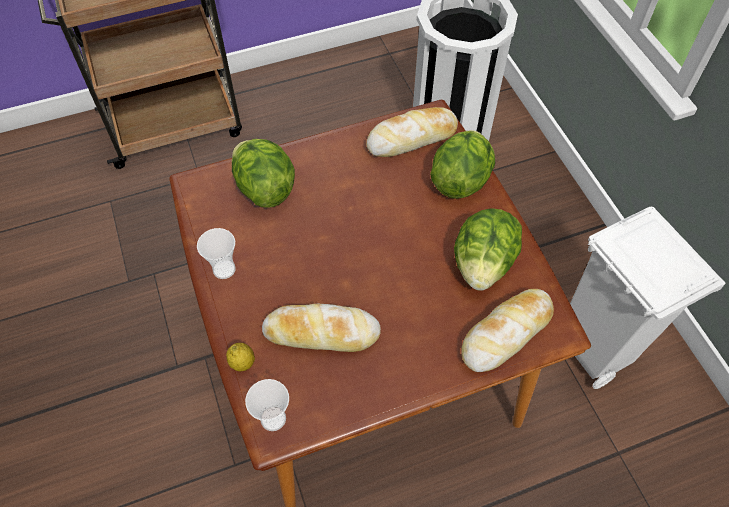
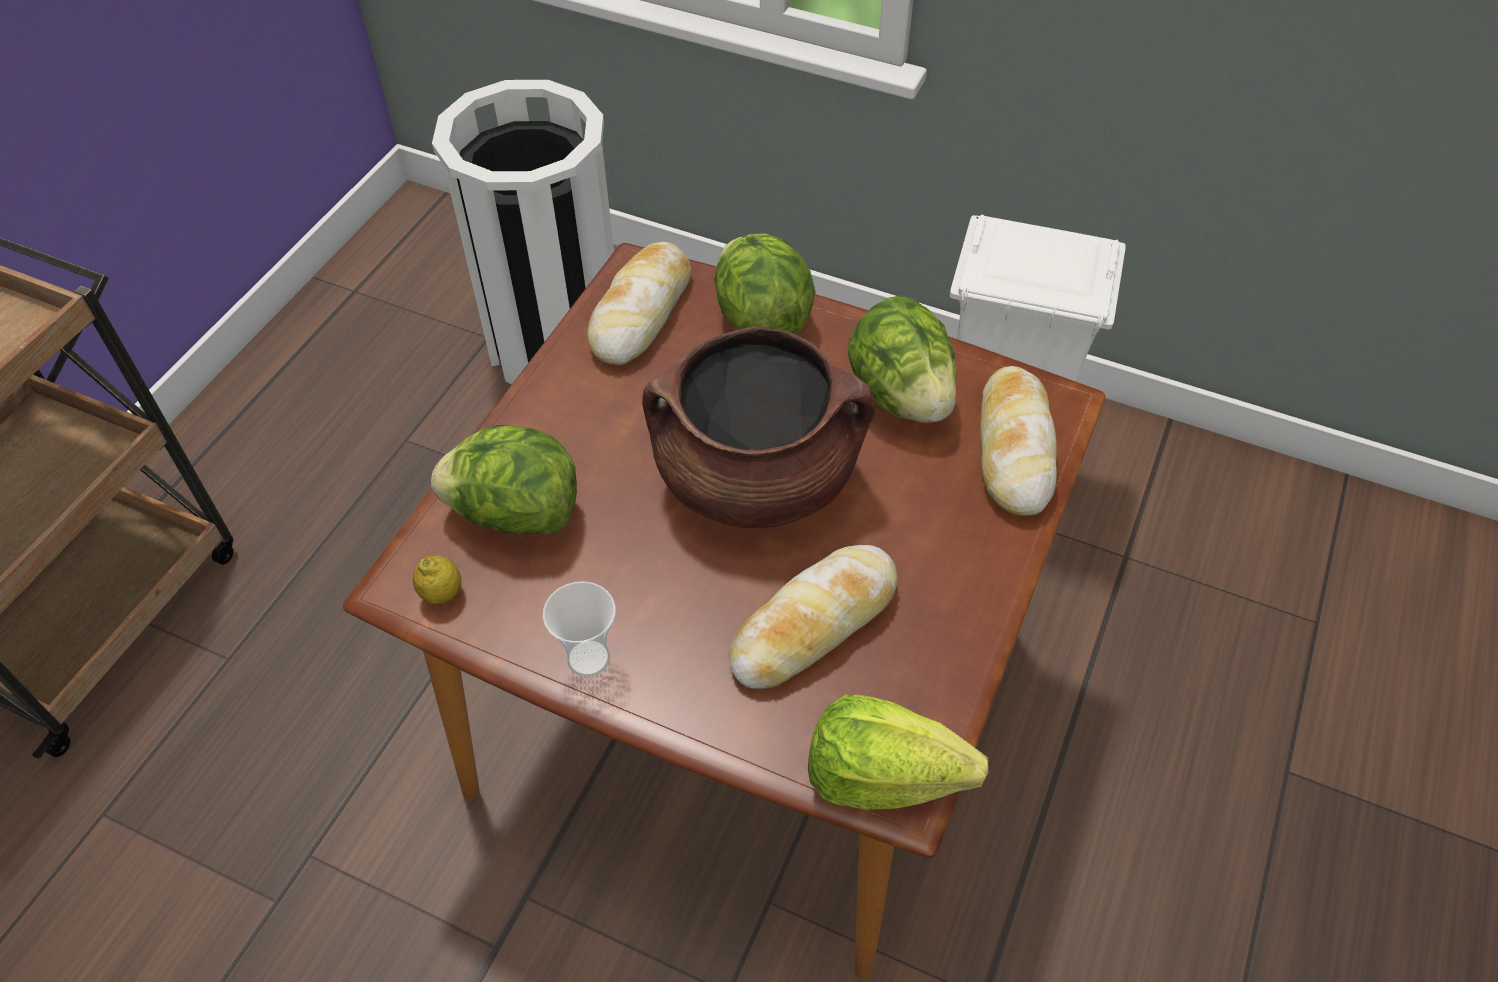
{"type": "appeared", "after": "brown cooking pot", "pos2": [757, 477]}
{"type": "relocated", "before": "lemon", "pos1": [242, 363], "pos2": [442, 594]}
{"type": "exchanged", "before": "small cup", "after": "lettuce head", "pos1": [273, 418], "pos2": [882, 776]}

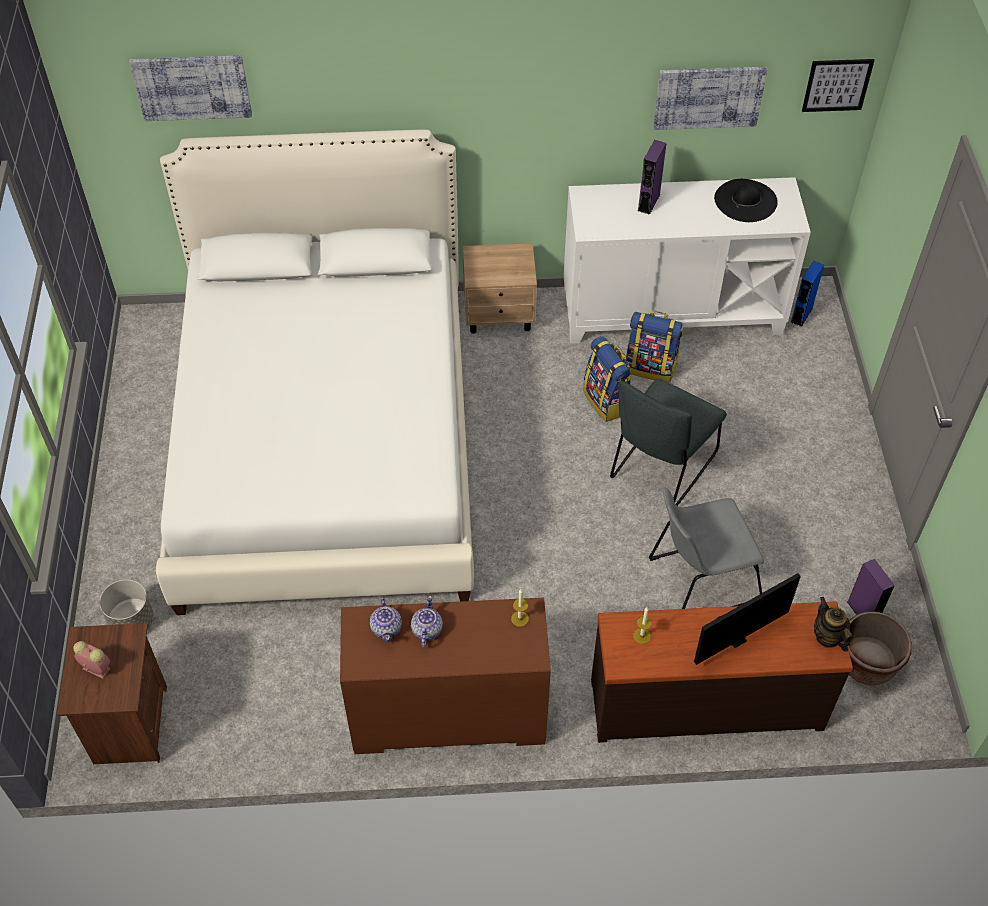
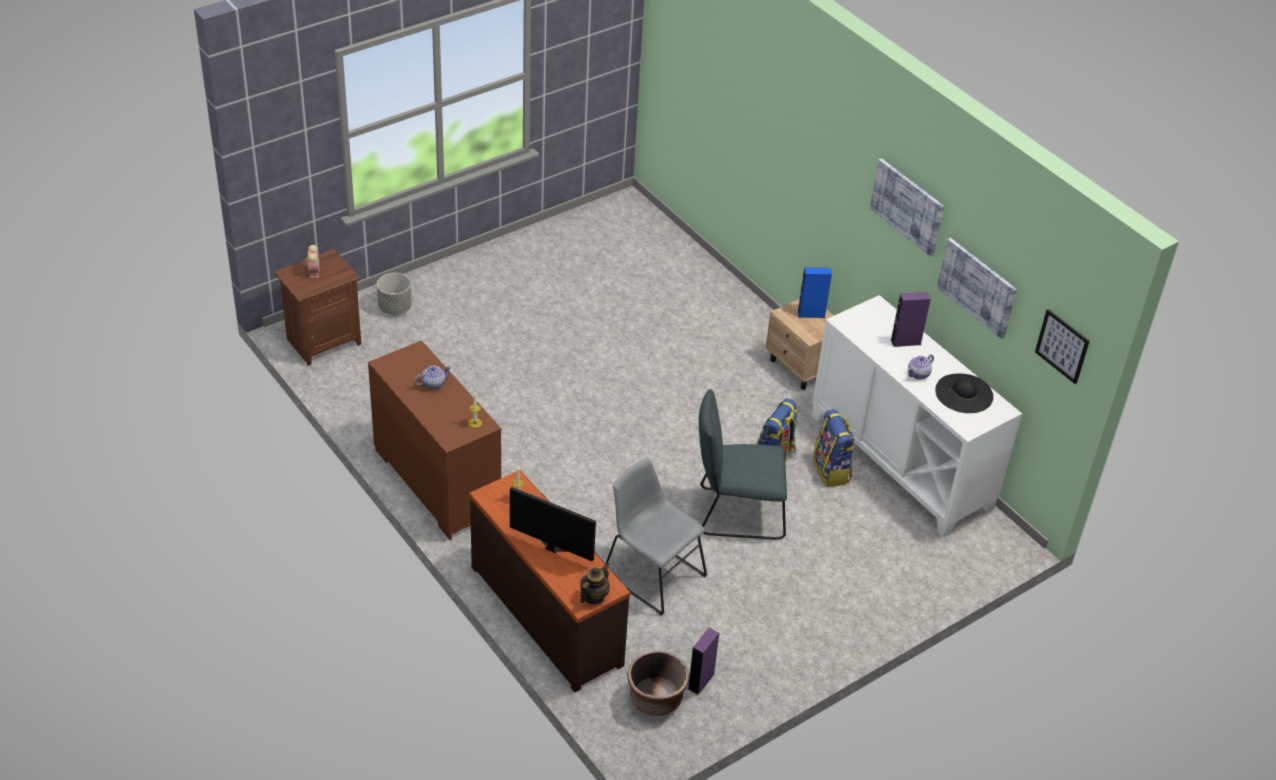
{"type": "missing", "before": "whitish bedroom bed", "pos1": [327, 443]}
{"type": "relocated", "before": "picture", "pos1": [192, 87], "pos2": [907, 206]}
{"type": "relocated", "before": "tea pot", "pos1": [386, 628], "pos2": [918, 374]}
{"type": "relocated", "before": "bluish audio speaker", "pos1": [801, 315], "pos2": [811, 314]}

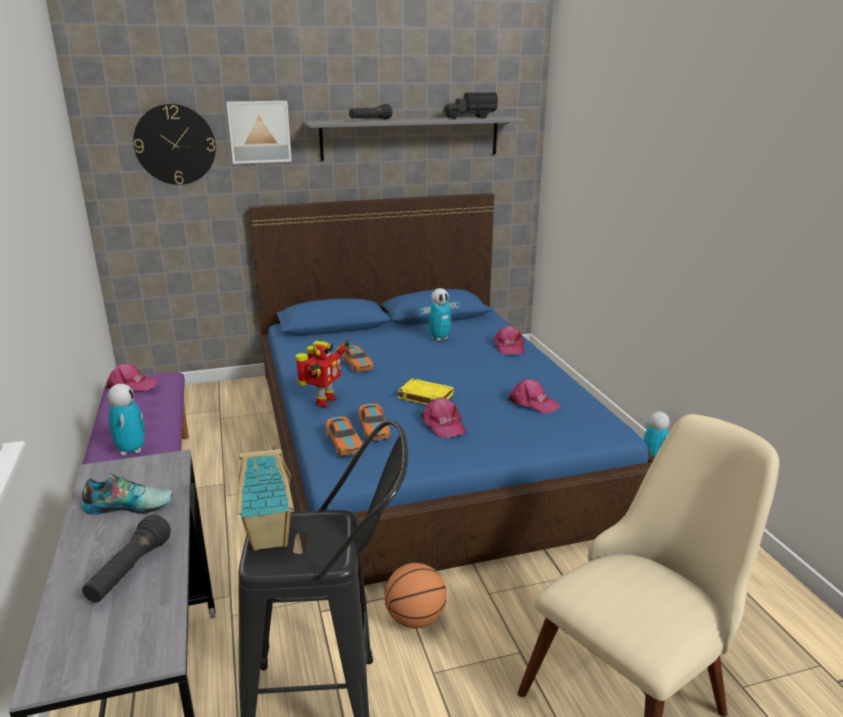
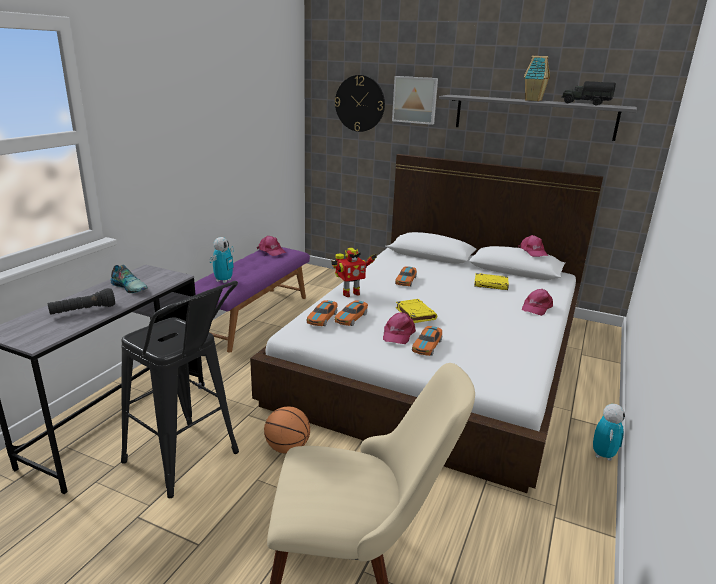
{"type": "missing", "before": "black flashlight", "pos1": [370, 120]}
{"type": "appeared", "after": "miniature car", "pos2": [427, 345]}
{"type": "relocated", "before": "model house", "pos1": [271, 538], "pos2": [533, 100]}
{"type": "relocated", "before": "pinkish cap", "pos1": [533, 403], "pos2": [533, 251]}
{"type": "exchanged", "before": "model robot", "after": "yellow bound book", "pos1": [439, 338], "pos2": [491, 284]}
{"type": "colour", "before": "bluish bedroom bed", "after": "whitish bedroom bed", "pos1": [424, 437], "pos2": [440, 355]}

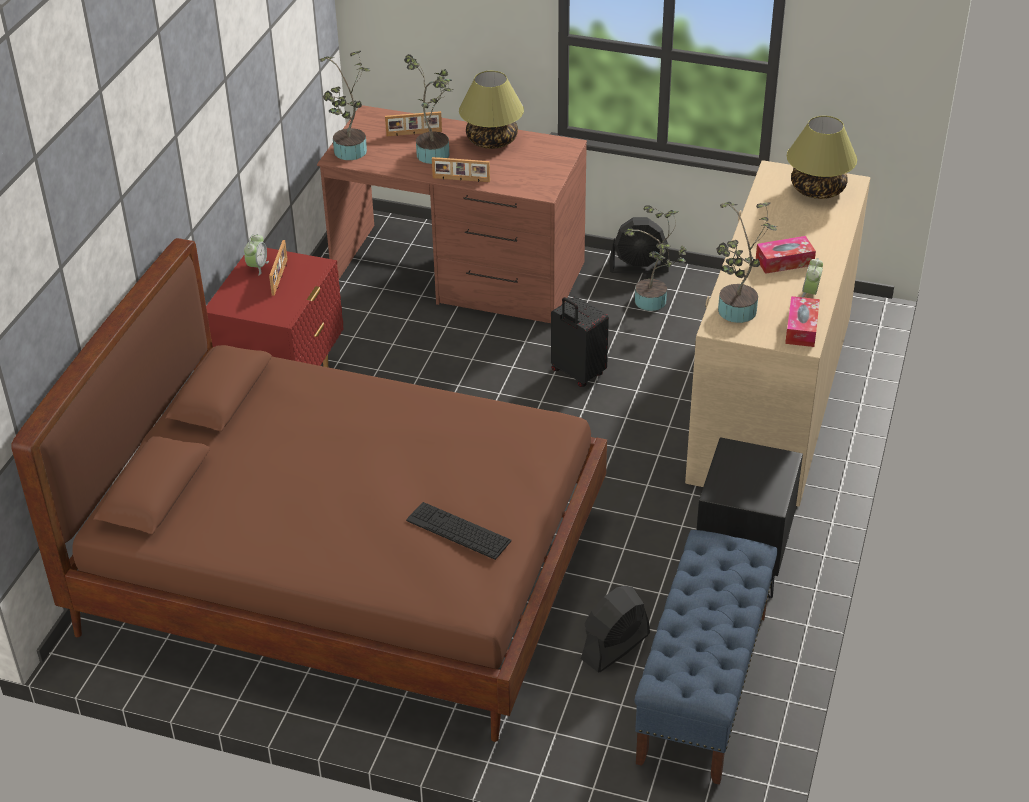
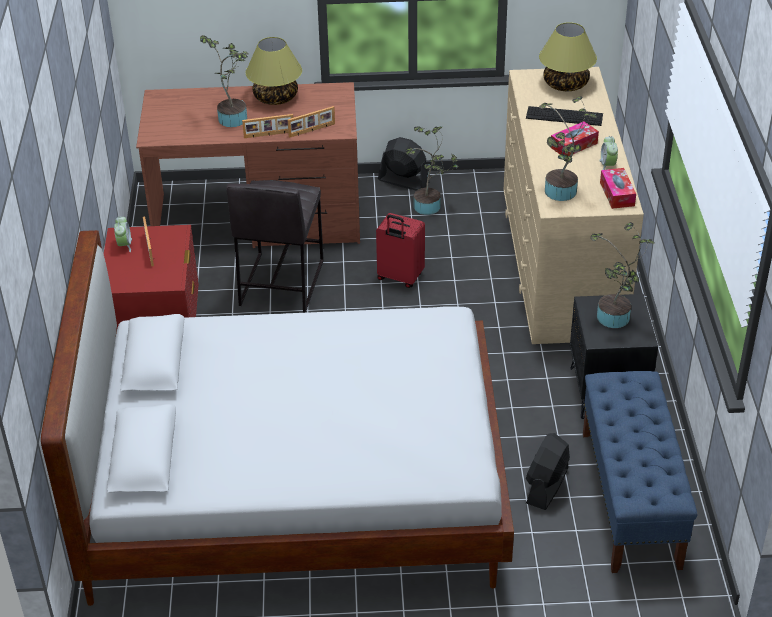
{"type": "appeared", "after": "gray sitting stool", "pos2": [280, 283]}
{"type": "relocated", "before": "houseplant", "pos1": [349, 153], "pos2": [614, 320]}
{"type": "relocated", "before": "photo frame", "pos1": [414, 134], "pos2": [312, 130]}
{"type": "relocated", "before": "PC keyboard", "pos1": [458, 530], "pos2": [564, 116]}
{"type": "colour", "before": "brown bedroom bed", "after": "whitish bedroom bed", "pos1": [345, 572], "pos2": [296, 486]}
{"type": "colour", "before": "black travel case", "after": "red travel case", "pos1": [577, 373], "pos2": [399, 278]}
{"type": "spun", "before": "black cooling fan", "pos1": [639, 267], "pos2": [403, 181], "turn": -135}

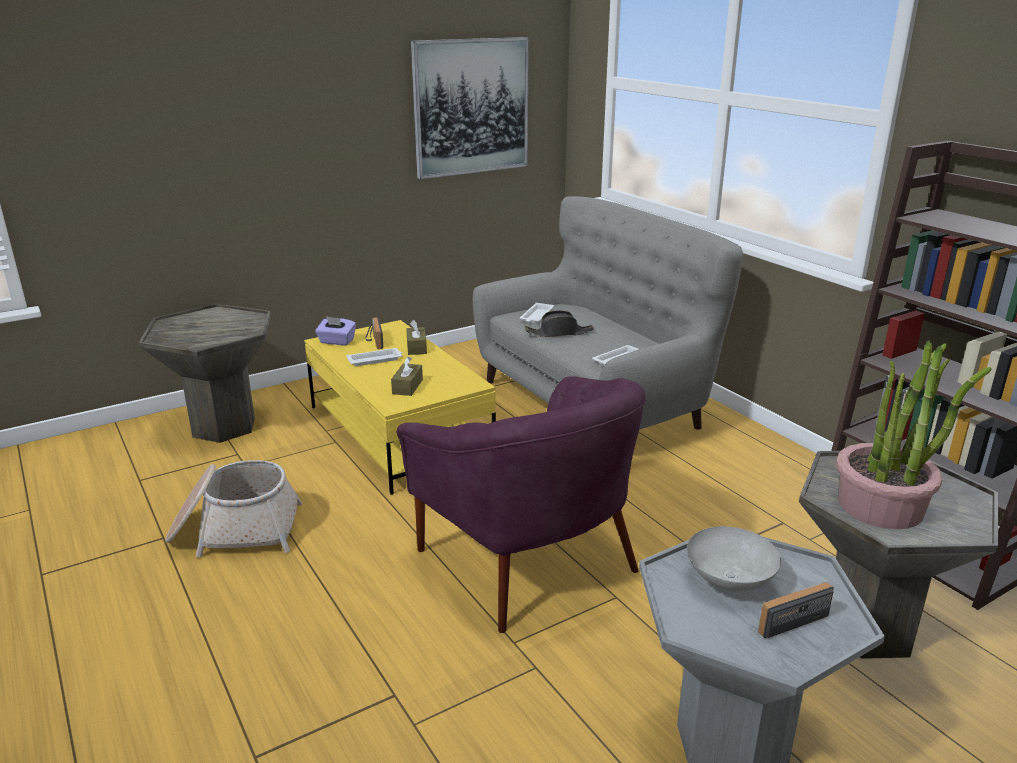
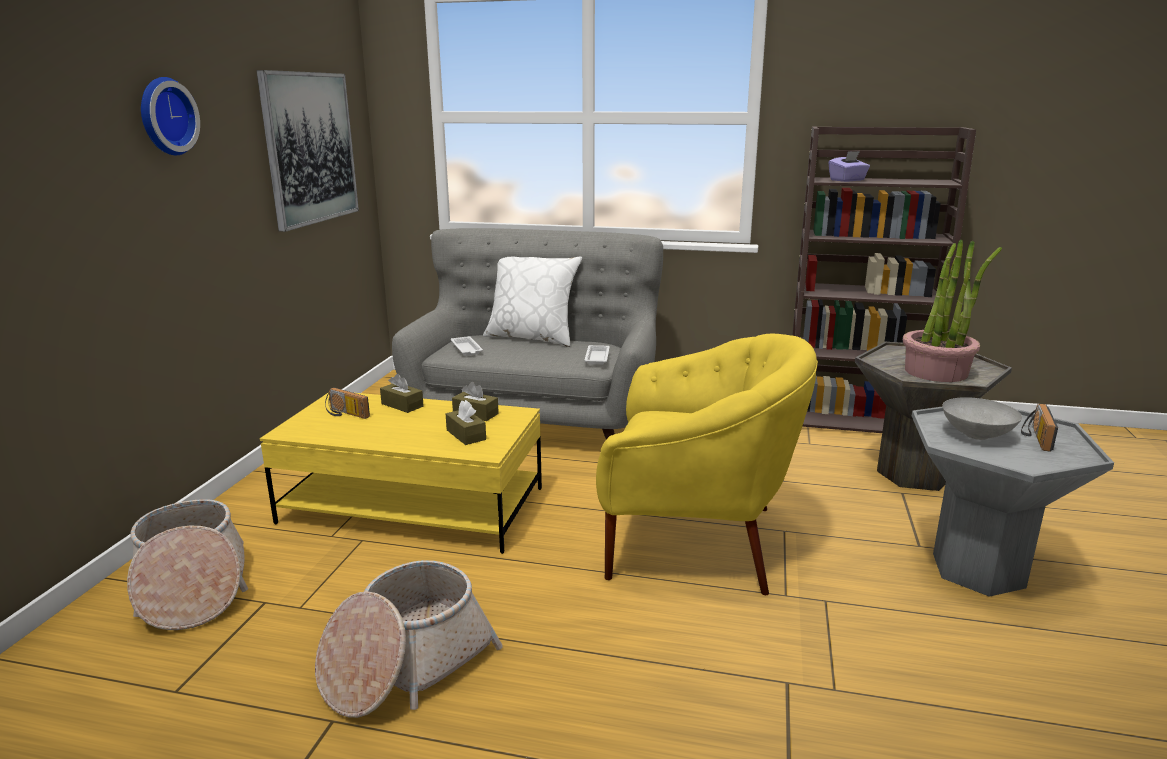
{"type": "missing", "before": "whitish serving tray", "pos1": [375, 360]}
{"type": "missing", "before": "black wearable hat", "pos1": [559, 333]}
{"type": "appeared", "after": "clock on the wall", "pos2": [164, 116]}
{"type": "appeared", "after": "brown box of tissues", "pos2": [475, 414]}
{"type": "appeared", "after": "whitish pillow", "pos2": [532, 337]}
{"type": "relocated", "before": "purple box of tissues", "pos1": [336, 341], "pos2": [847, 180]}
{"type": "exchanged", "before": "gray side table", "after": "basket", "pos1": [223, 427], "pos2": [192, 588]}
{"type": "colour", "before": "purple armchair", "after": "yellow armchair", "pos1": [529, 560], "pos2": [694, 539]}

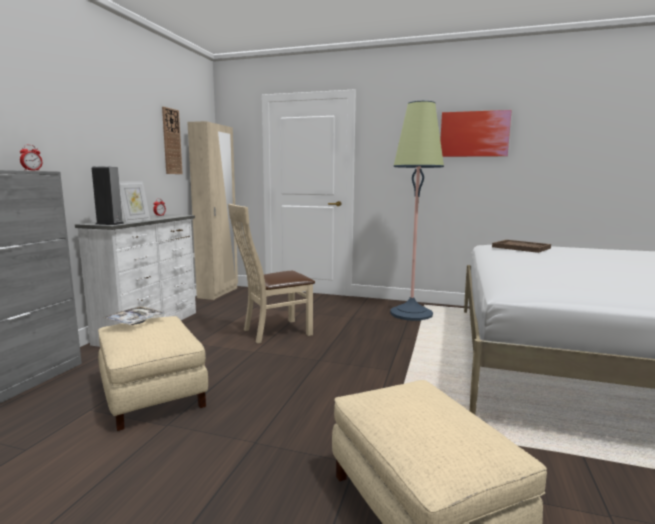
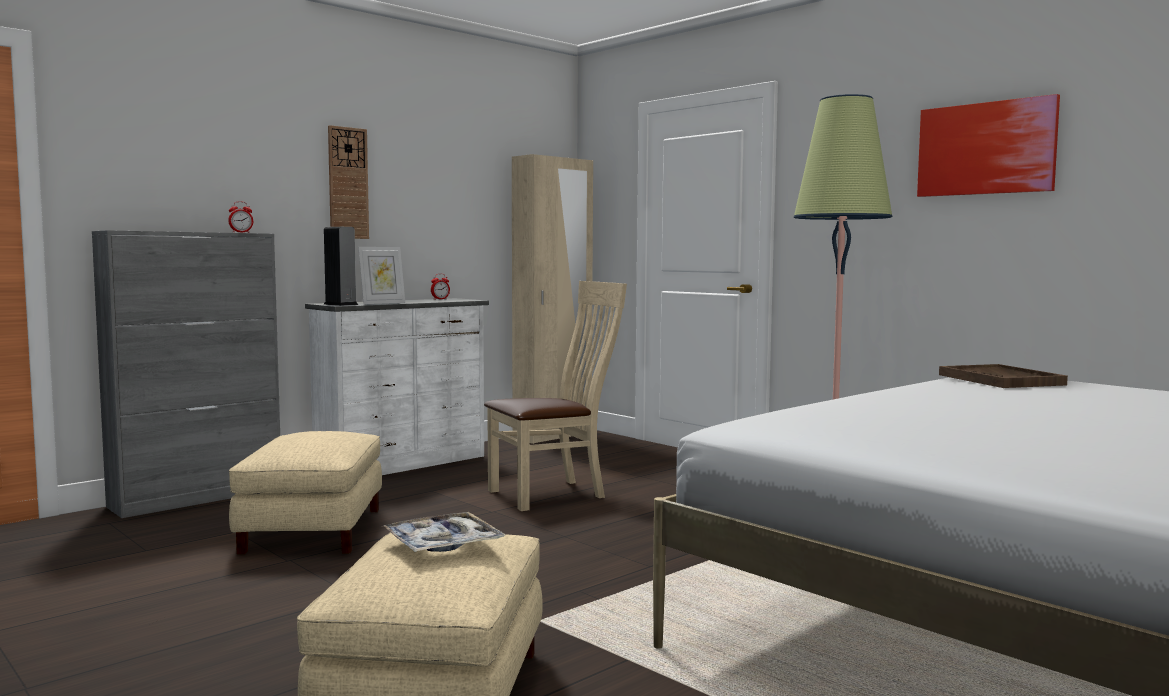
{"type": "relocated", "before": "serving tray", "pos1": [135, 321], "pos2": [443, 544]}
{"type": "relocated", "before": "clock on the wall", "pos1": [171, 141], "pos2": [348, 183]}
{"type": "spun", "before": "beige-coloured chair", "pos1": [273, 332], "pos2": [553, 494], "turn": 150}

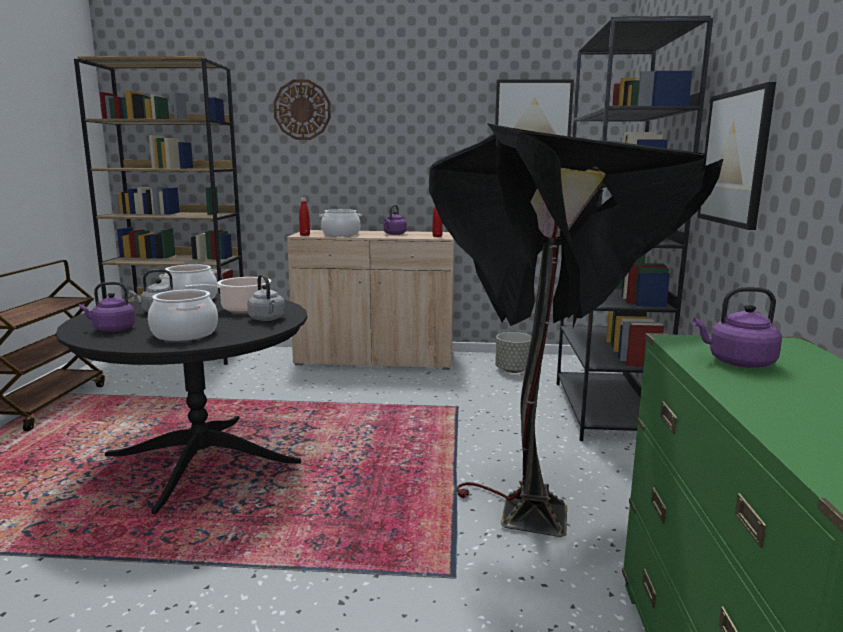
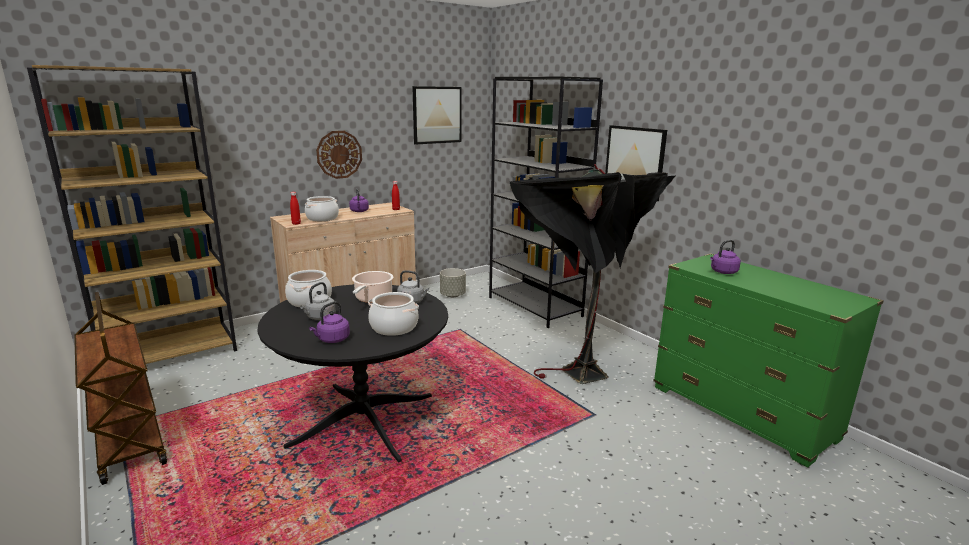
{"type": "relocated", "before": "clock on the wall", "pos1": [302, 110], "pos2": [339, 154]}

